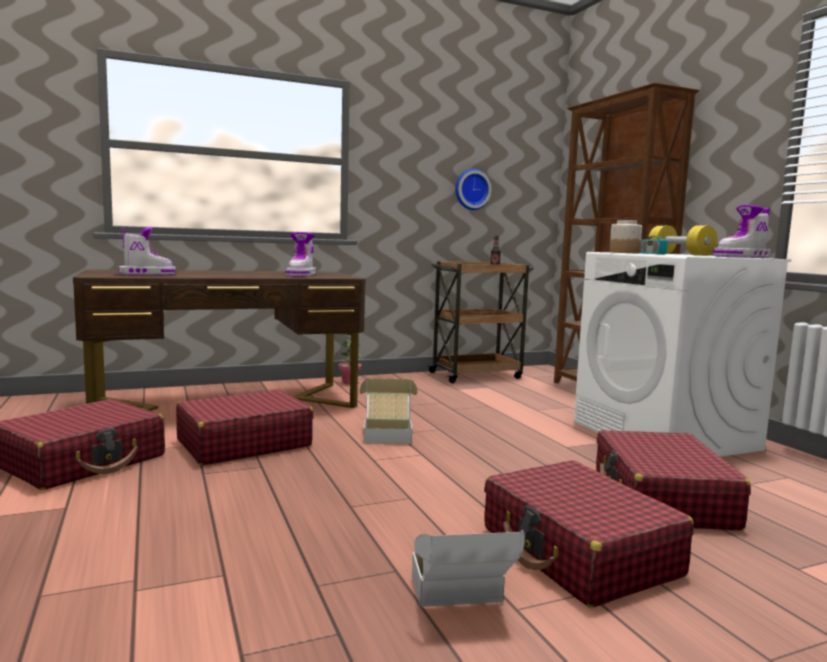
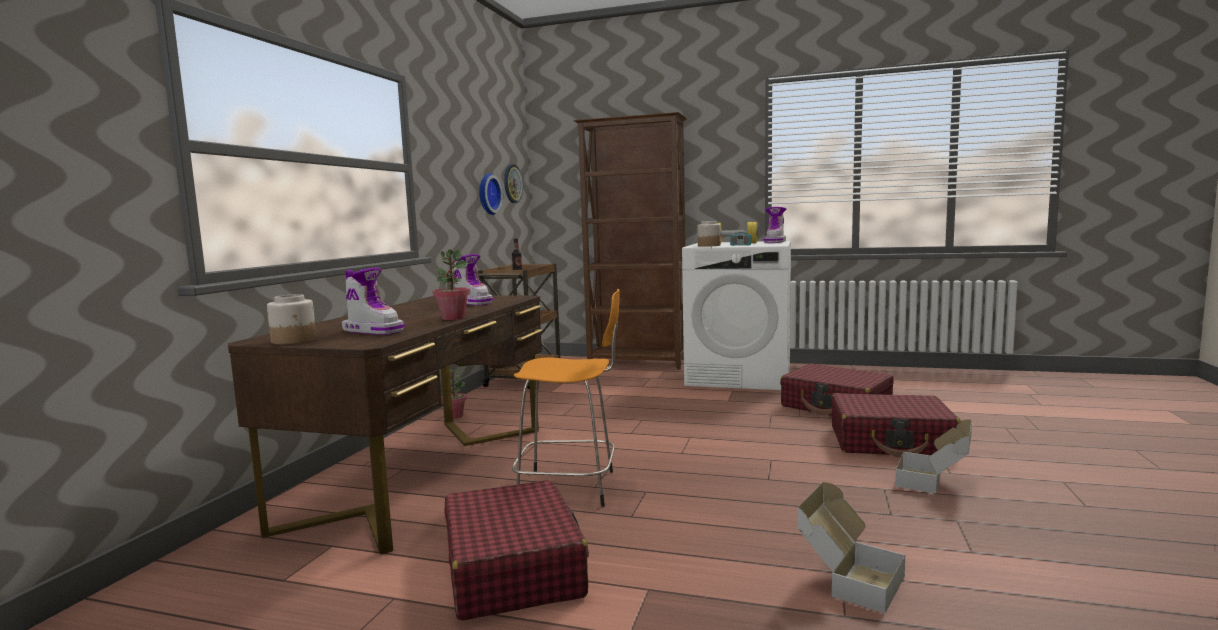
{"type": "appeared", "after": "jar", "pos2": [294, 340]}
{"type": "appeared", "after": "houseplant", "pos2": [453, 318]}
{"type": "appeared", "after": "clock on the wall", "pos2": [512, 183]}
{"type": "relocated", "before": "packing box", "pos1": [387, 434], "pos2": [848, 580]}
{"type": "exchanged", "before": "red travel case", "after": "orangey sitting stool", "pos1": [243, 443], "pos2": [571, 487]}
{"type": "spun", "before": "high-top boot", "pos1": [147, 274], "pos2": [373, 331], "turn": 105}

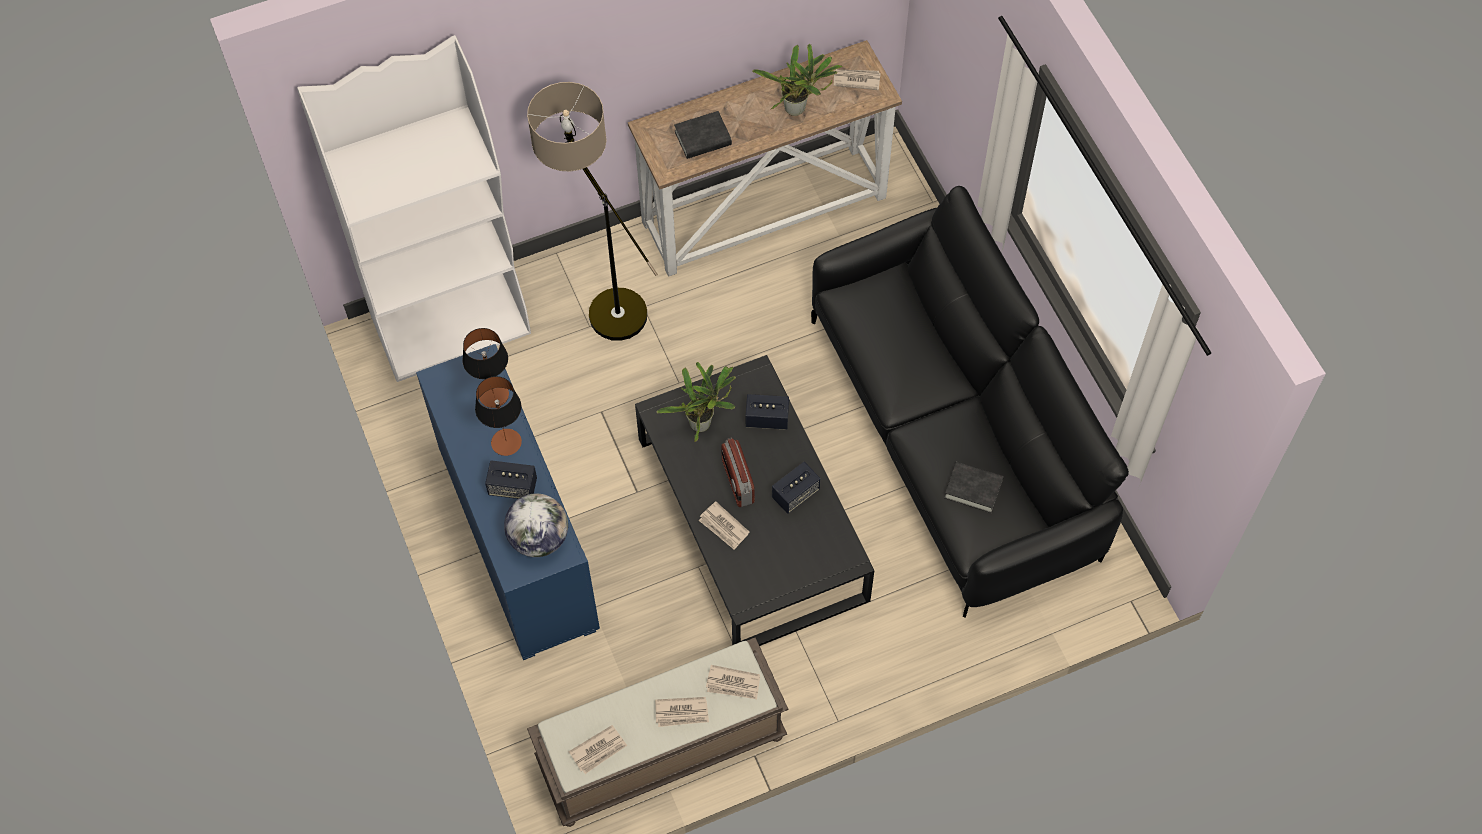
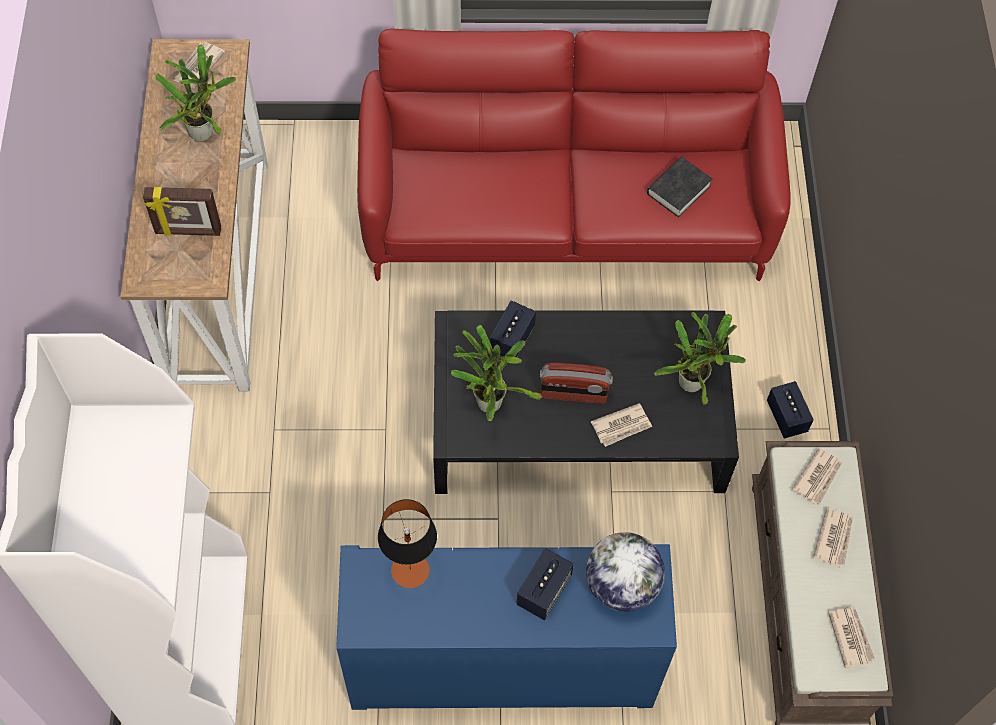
{"type": "missing", "before": "table lamp", "pos1": [506, 442]}
{"type": "missing", "before": "standing lamp", "pos1": [602, 300]}
{"type": "appeared", "after": "houseplant", "pos2": [693, 381]}
{"type": "relocated", "before": "audio speaker", "pos1": [795, 494], "pos2": [786, 417]}
{"type": "exchanged", "before": "black bound book", "after": "photo frame", "pos1": [703, 138], "pos2": [188, 231]}
{"type": "colour", "before": "black couch", "after": "red couch", "pos1": [952, 438], "pos2": [566, 213]}

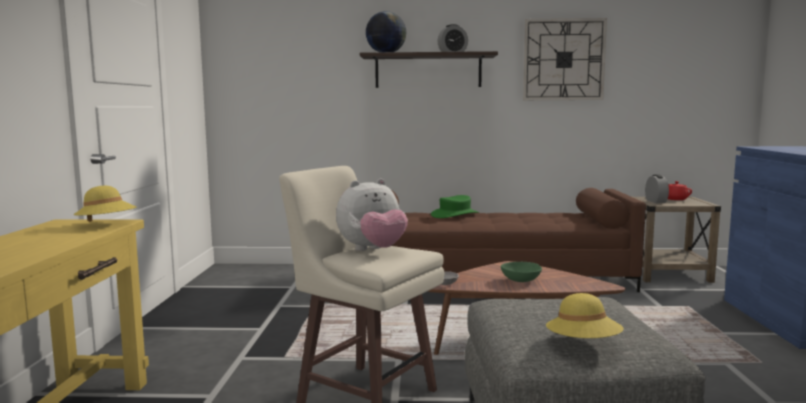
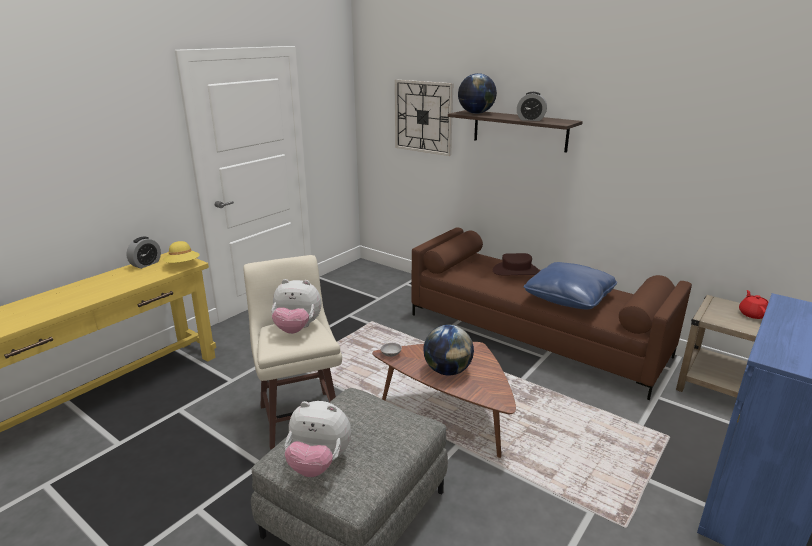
{"type": "appeared", "after": "bluish pillow", "pos2": [569, 298]}
{"type": "relocated", "before": "clock on the wall", "pos1": [563, 60], "pos2": [423, 117]}
{"type": "relocated", "before": "alarm clock", "pos1": [656, 201], "pos2": [146, 264]}
{"type": "exchanged", "before": "green-coloured deep dish", "after": "desk globe", "pos1": [520, 281], "pos2": [447, 370]}
{"type": "exchanged", "before": "yellow wearable hat", "after": "cuddly toy", "pos1": [583, 344], "pos2": [318, 463]}
{"type": "colour", "before": "green-coloured wearable hat", "after": "brown wearable hat", "pos1": [455, 215], "pos2": [516, 271]}

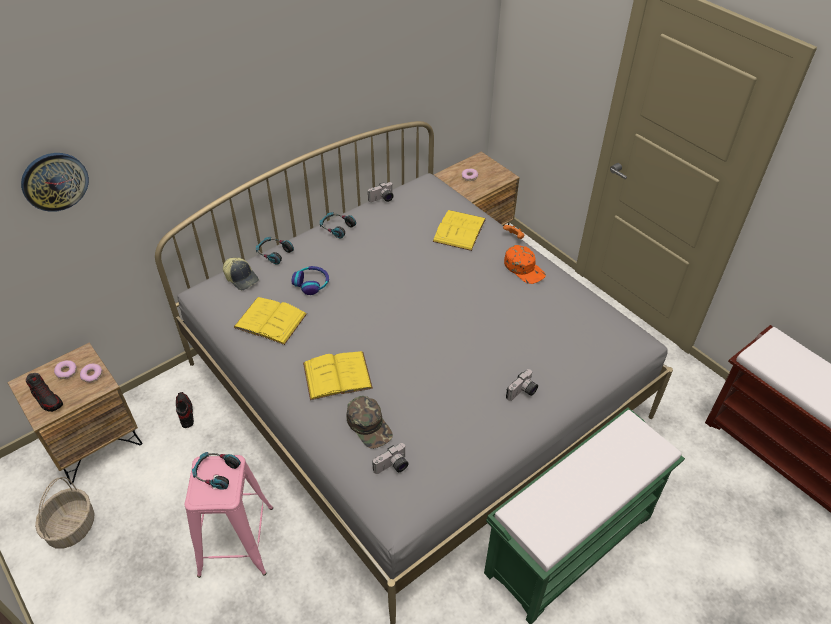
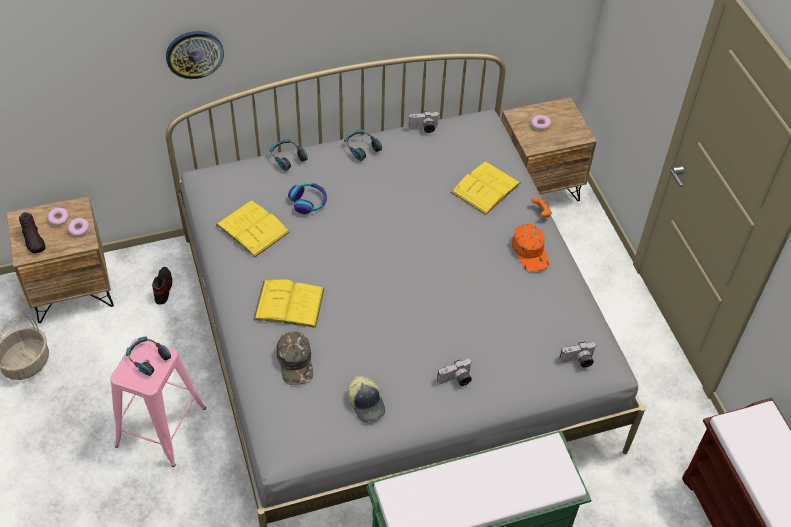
{"type": "relocated", "before": "clock on the wall", "pos1": [54, 181], "pos2": [194, 54]}
{"type": "relocated", "before": "cap", "pos1": [241, 278], "pos2": [366, 402]}
{"type": "relocated", "before": "photo camera", "pos1": [392, 467], "pos2": [578, 361]}

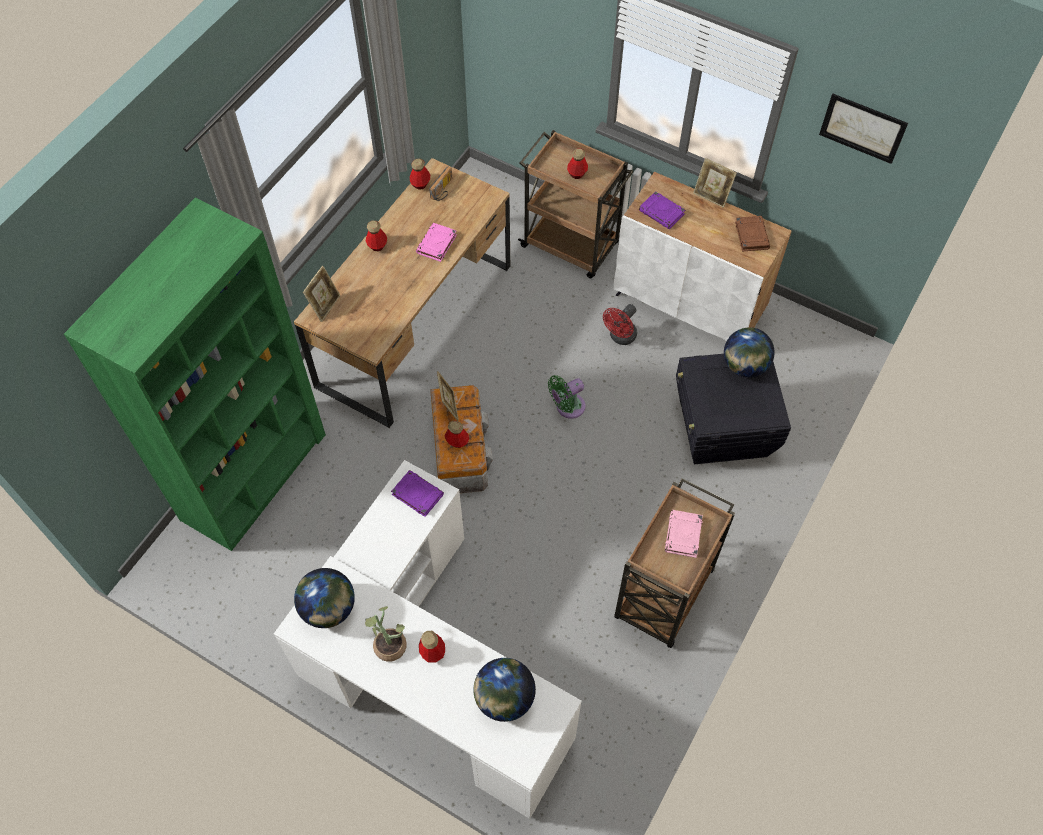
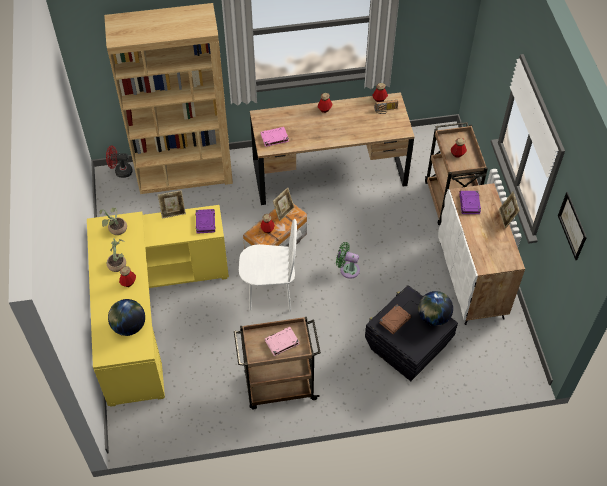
{"type": "appeared", "after": "whitish chair", "pos2": [270, 294]}
{"type": "relocated", "before": "photo frame", "pos1": [325, 306], "pos2": [173, 212]}
{"type": "relocated", "before": "pinkish bound book", "pos1": [436, 244], "pos2": [274, 138]}
{"type": "relocated", "before": "red cooling fan", "pos1": [620, 337], "pos2": [120, 171]}
{"type": "relocated", "before": "brown bound book", "pos1": [751, 235], "pos2": [395, 320]}
{"type": "exchanged", "before": "desk globe", "after": "houseplant", "pos1": [329, 608], "pos2": [115, 229]}
{"type": "colour", "before": "green-coloured shelving unit", "after": "brown shelving unit", "pos1": [254, 476], "pos2": [185, 173]}
{"type": "colour", "before": "whitish desk", "after": "yellow desk", "pos1": [427, 670], "pos2": [148, 312]}

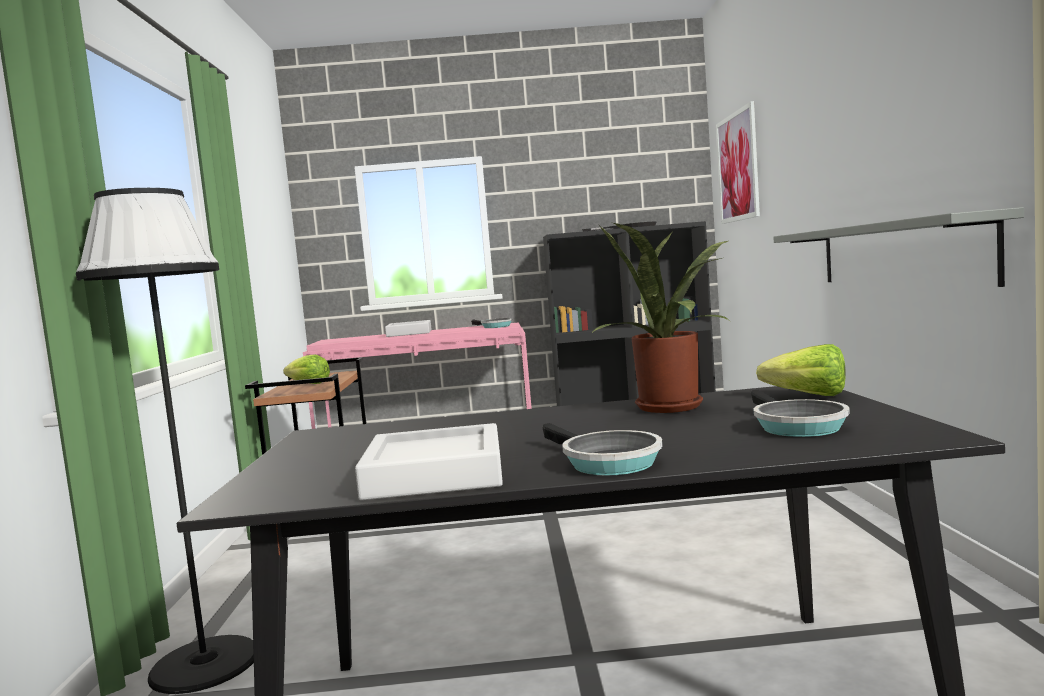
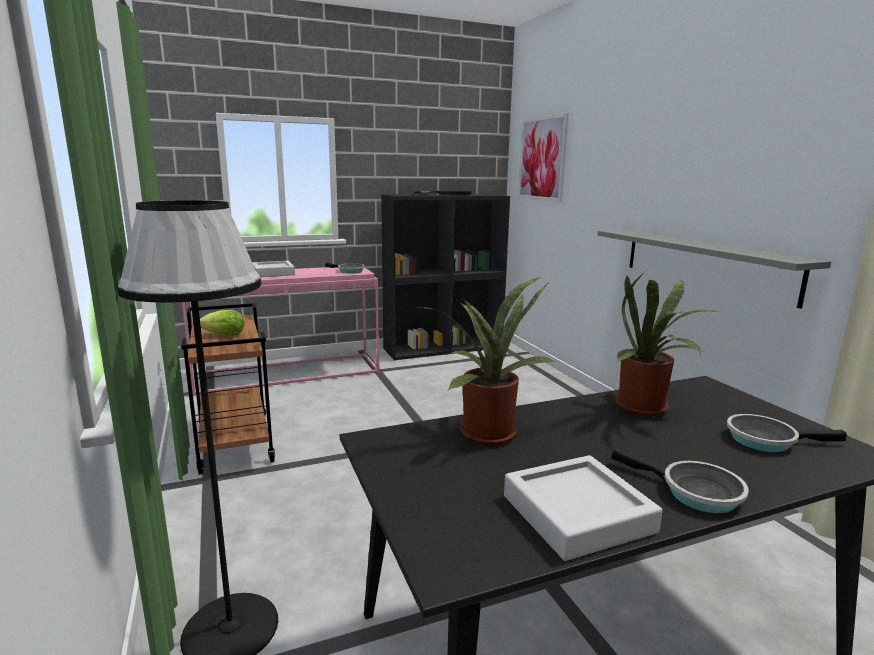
{"type": "missing", "before": "lettuce head", "pos1": [801, 396]}
{"type": "appeared", "after": "houseplant", "pos2": [485, 431]}
{"type": "spun", "before": "frying pan", "pos1": [795, 426], "pos2": [766, 440], "turn": 120}

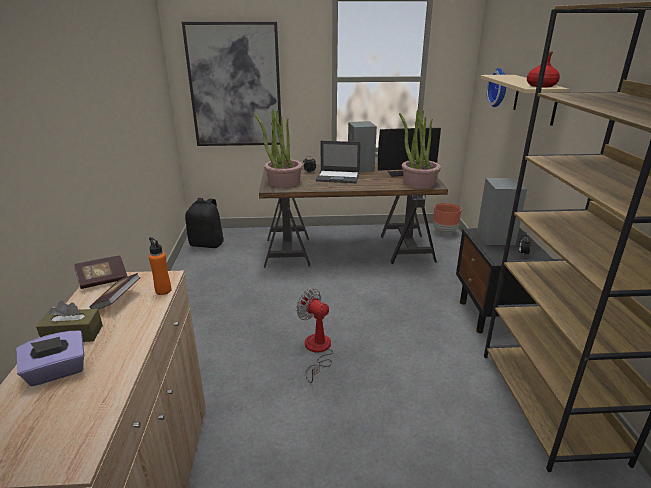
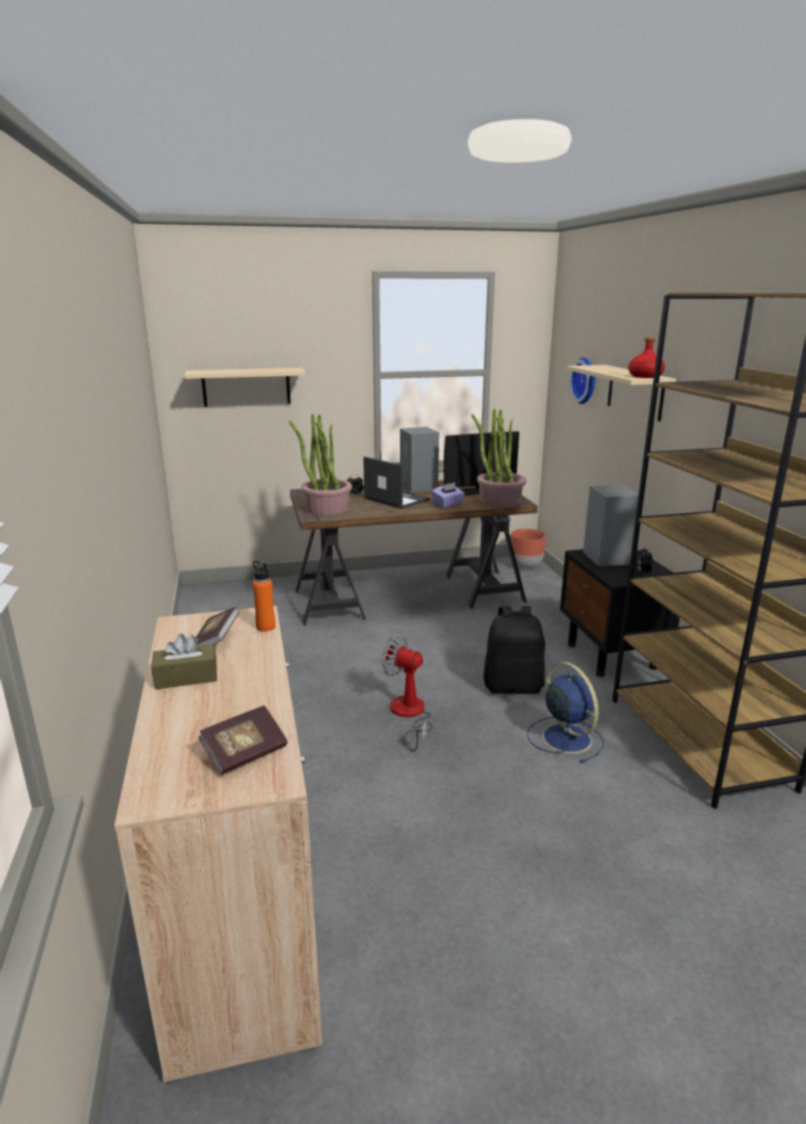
{"type": "appeared", "after": "bluish cooling fan", "pos2": [565, 737]}
{"type": "relocated", "before": "purple box of tissues", "pos1": [57, 372], "pos2": [448, 505]}
{"type": "relocated", "before": "bound book", "pos1": [103, 280], "pos2": [245, 753]}
{"type": "relocated", "before": "black knapsack", "pos1": [207, 244], "pos2": [513, 686]}
{"type": "exchanged", "before": "picture", "after": "beige-coloured bracket shelf", "pos1": [235, 86], "pos2": [246, 387]}
{"type": "spun", "before": "portable computer", "pos1": [338, 177], "pos2": [396, 499], "turn": -135}

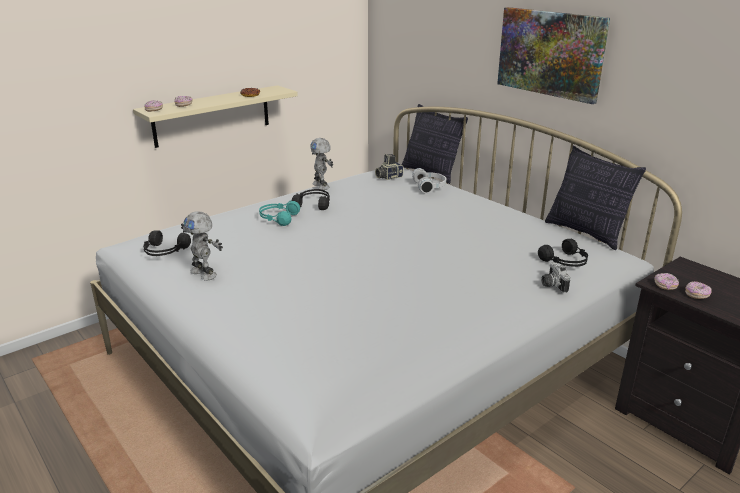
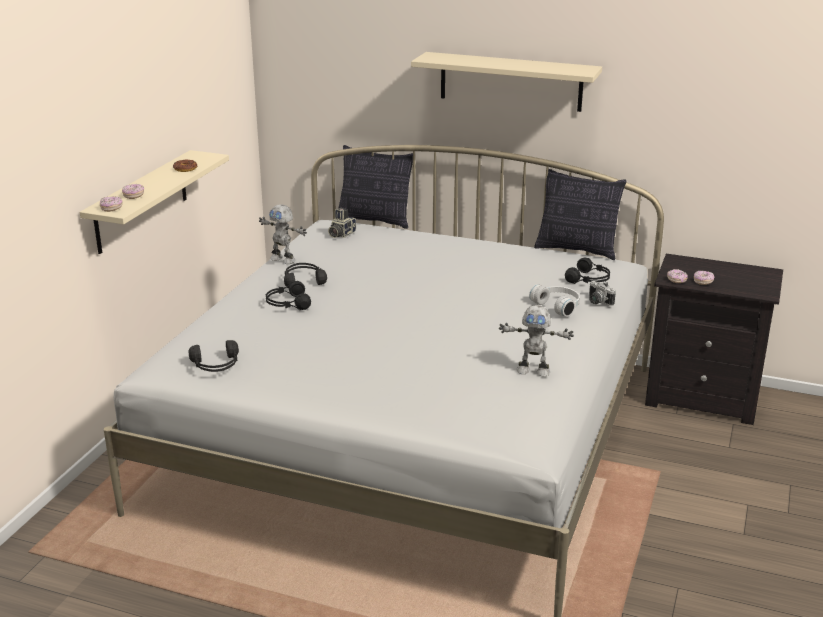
{"type": "relocated", "before": "model robot", "pos1": [204, 273], "pos2": [533, 371]}
{"type": "relocated", "before": "whitish pair of headphones", "pos1": [430, 187], "pos2": [558, 306]}
{"type": "exchanged", "before": "picture", "after": "beige-coloured bracket shelf", "pos1": [550, 53], "pos2": [510, 81]}
{"type": "colour", "before": "blue-green pair of headphones", "after": "black pair of headphones", "pos1": [278, 218], "pos2": [287, 304]}

